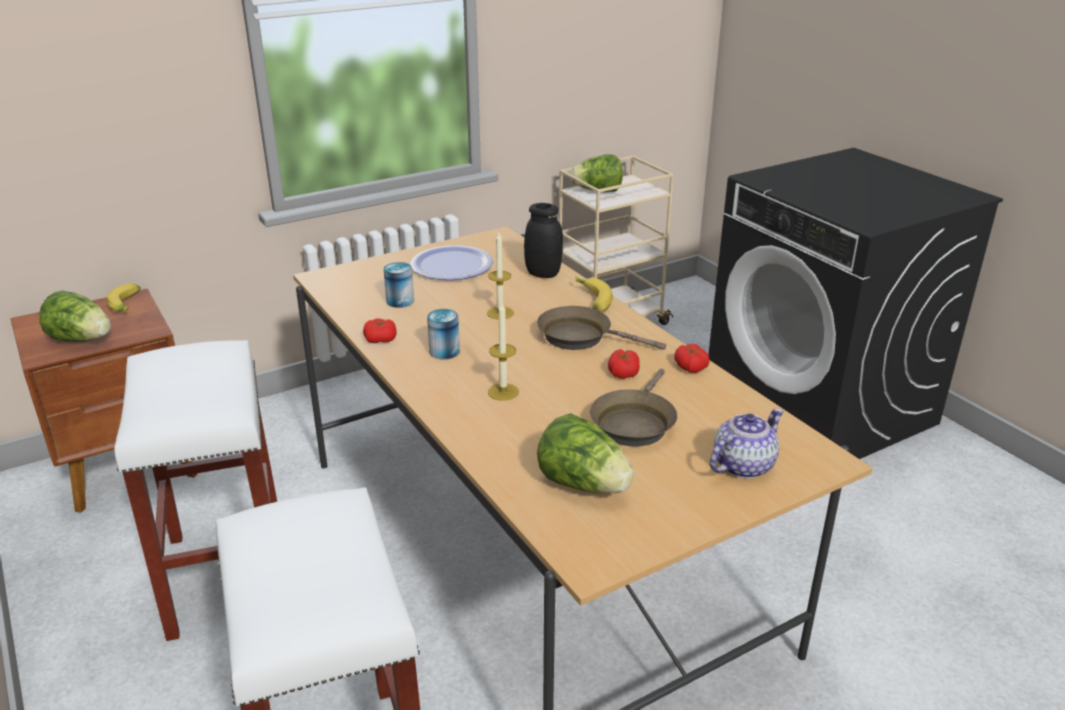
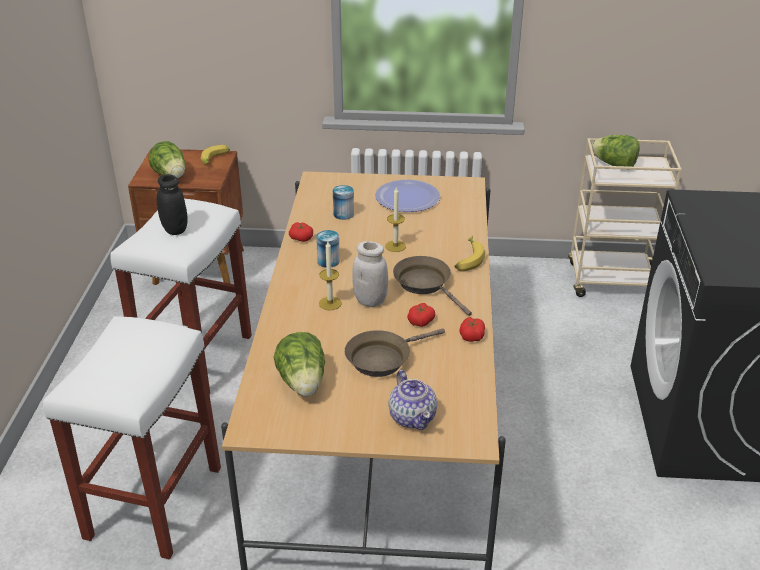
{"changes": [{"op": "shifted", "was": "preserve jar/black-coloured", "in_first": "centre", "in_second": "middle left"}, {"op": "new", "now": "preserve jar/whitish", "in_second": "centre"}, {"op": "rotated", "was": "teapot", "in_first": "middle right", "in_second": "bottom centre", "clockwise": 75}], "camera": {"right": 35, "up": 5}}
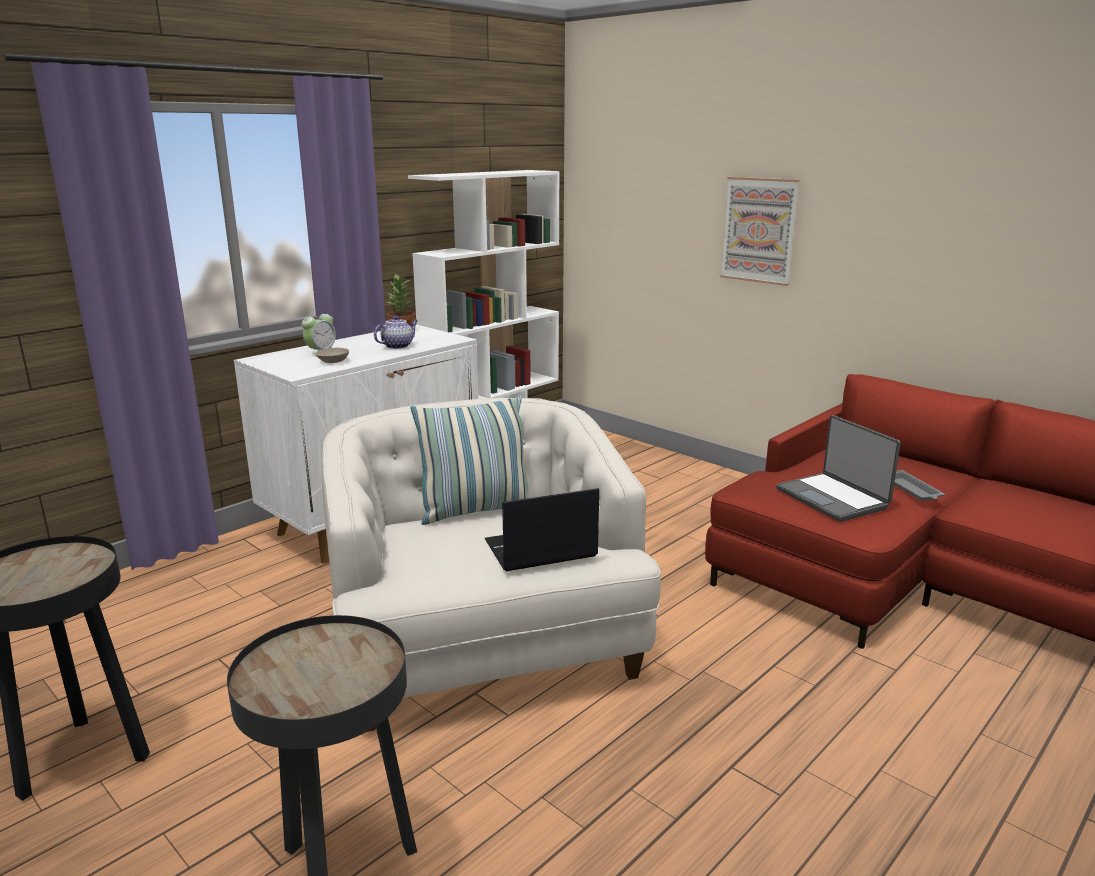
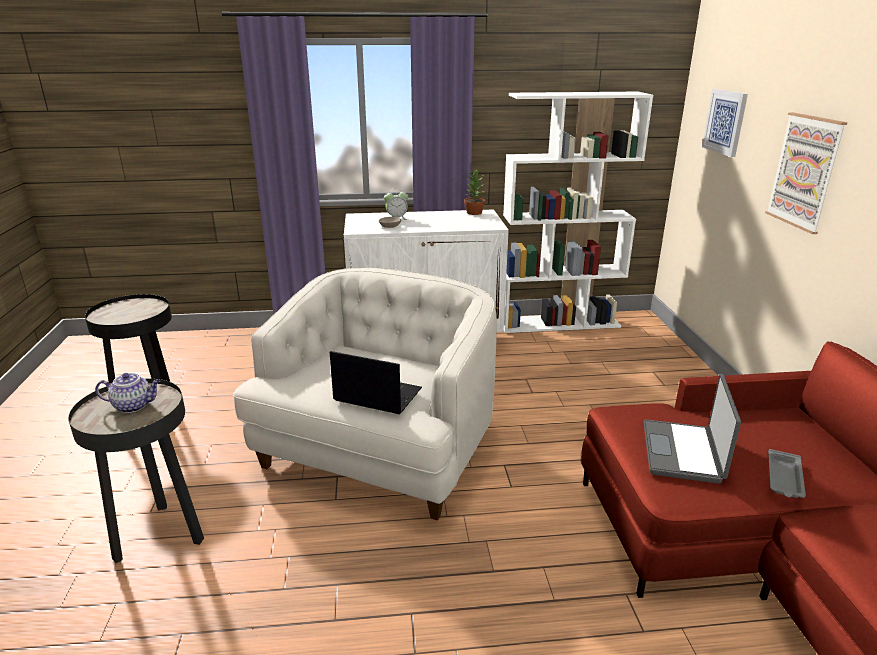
{"changes": [{"op": "shifted", "was": "teapot", "in_first": "centre", "in_second": "middle left"}, {"op": "new", "now": "wall picture (no. 1 from left)", "in_second": "top right"}, {"op": "gone", "was": "throw pillow", "in_first": "centre"}], "camera": {"right": 40, "up": 5}}
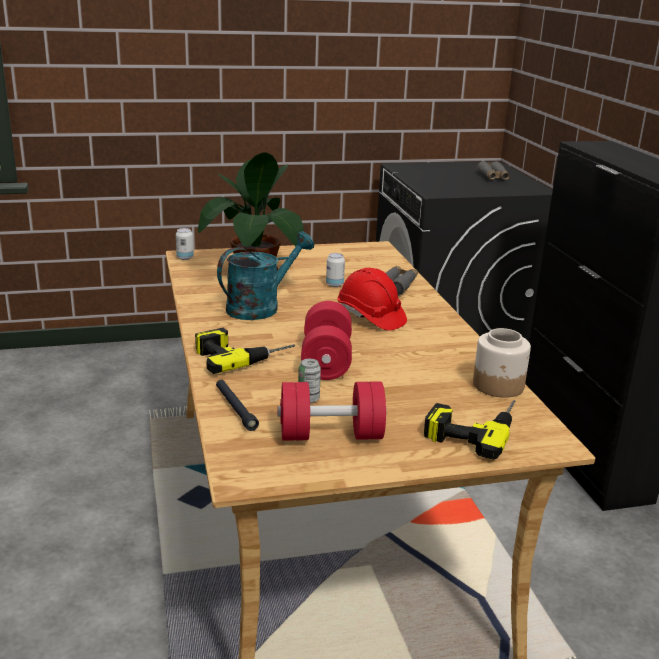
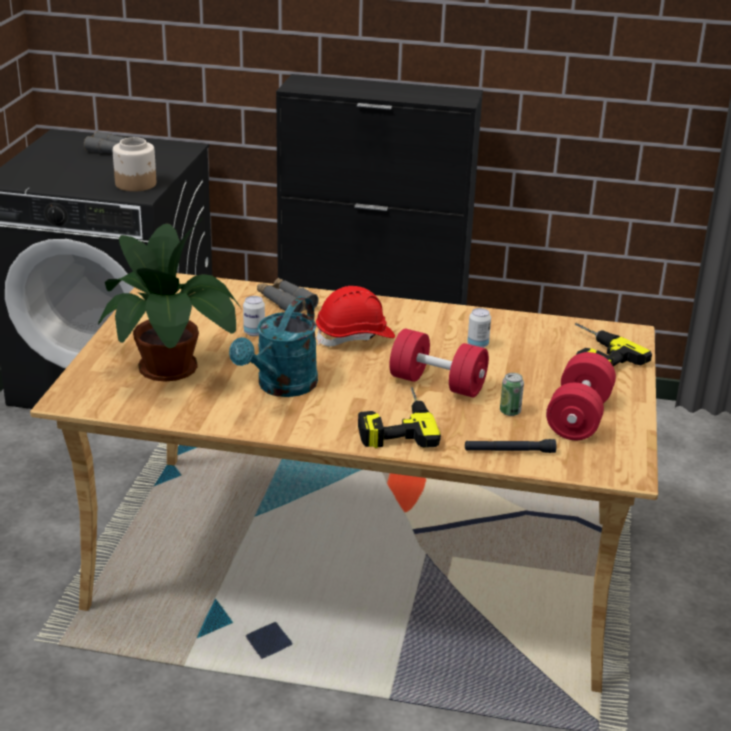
{"changes": [{"op": "shifted", "was": "preserve jar", "in_first": "middle right", "in_second": "top left"}, {"op": "rotated", "was": "sprinkling can/turquoise", "in_first": "centre", "in_second": "centre", "clockwise": -135}, {"op": "shifted", "was": "sealed can (no. 1 from left in the first image)", "now": "sealed can (no. 2 from left)", "in_first": "middle left", "in_second": "centre"}], "camera": {"right": -65, "up": 5}}
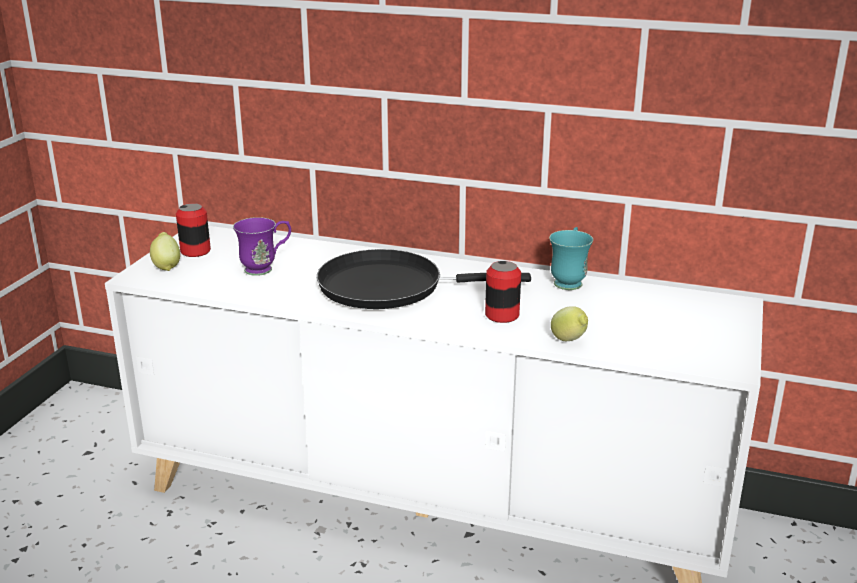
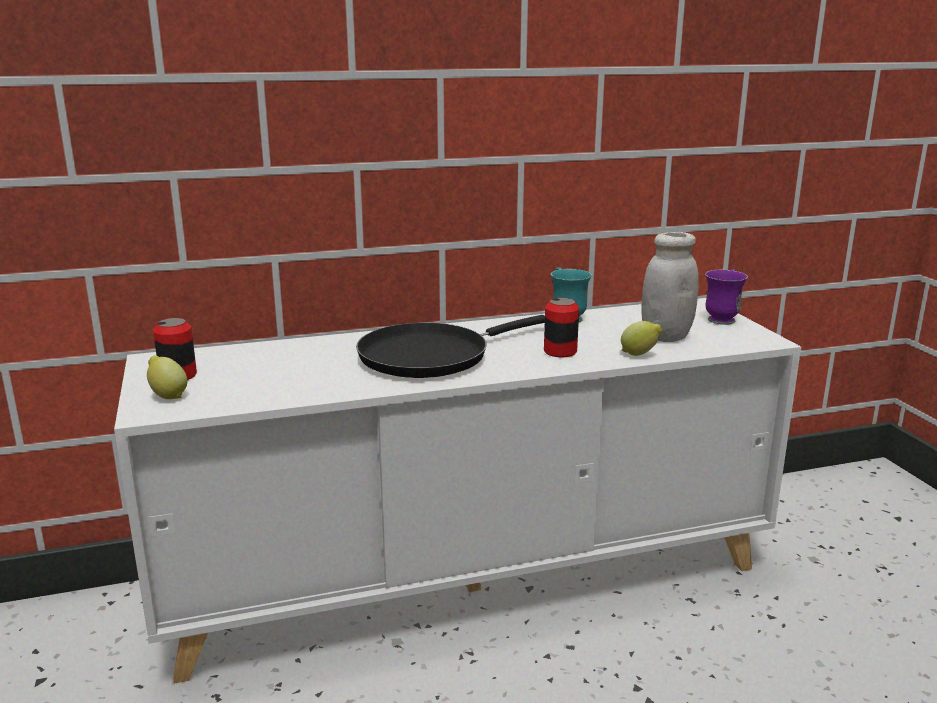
{"changes": [{"op": "new", "now": "preserve jar/whitish", "in_second": "middle right"}, {"op": "shifted", "was": "tea mug/purple", "in_first": "middle left", "in_second": "middle right"}], "camera": {"right": -35, "up": -5}}
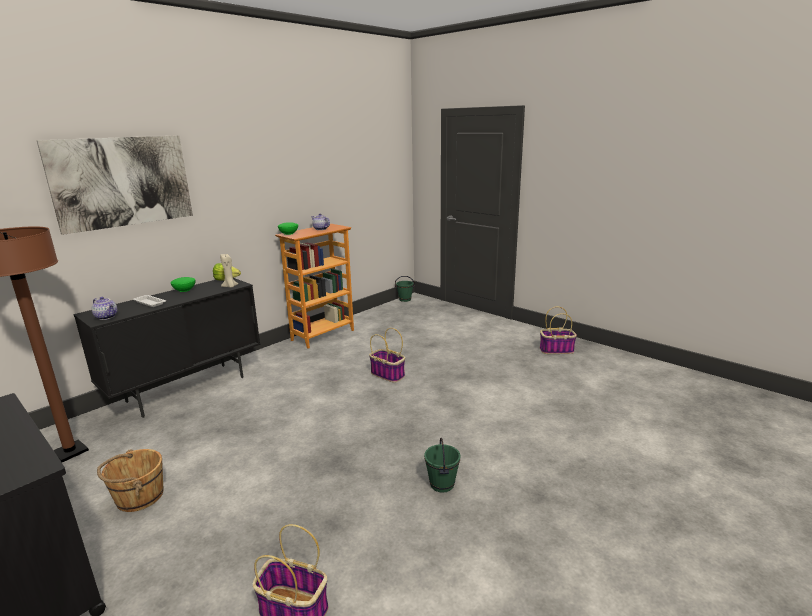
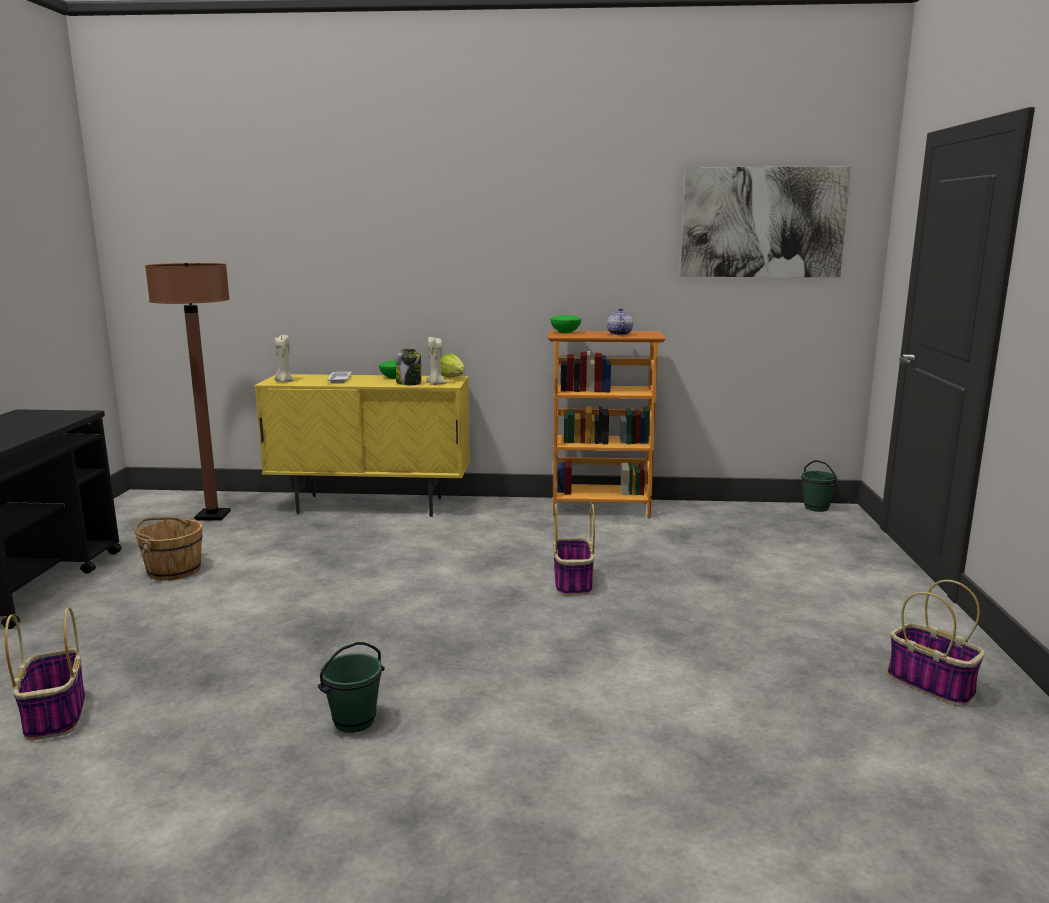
{"changes": [{"op": "repainted", "was": "storage cabinet/black-coloured", "now": "storage cabinet/yellowish", "in_first": "middle left", "in_second": "centre"}, {"op": "swapped", "was": "teapot (no. 1 from left)", "now": "wax candle/sand-coloured (no. 1 from left)", "in_first": "middle left", "in_second": "middle left"}, {"op": "new", "now": "preserve jar", "in_second": "centre"}, {"op": "shifted", "was": "wall picture", "in_first": "top left", "in_second": "top right"}], "camera": {"right": 50, "up": -5}}
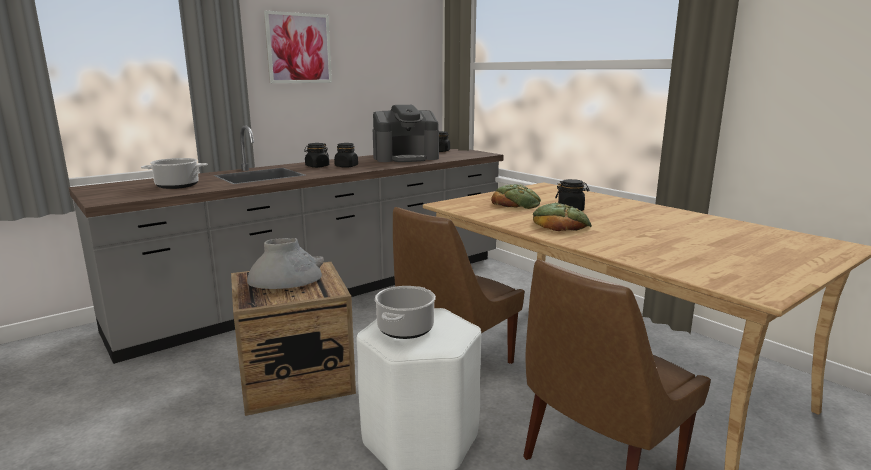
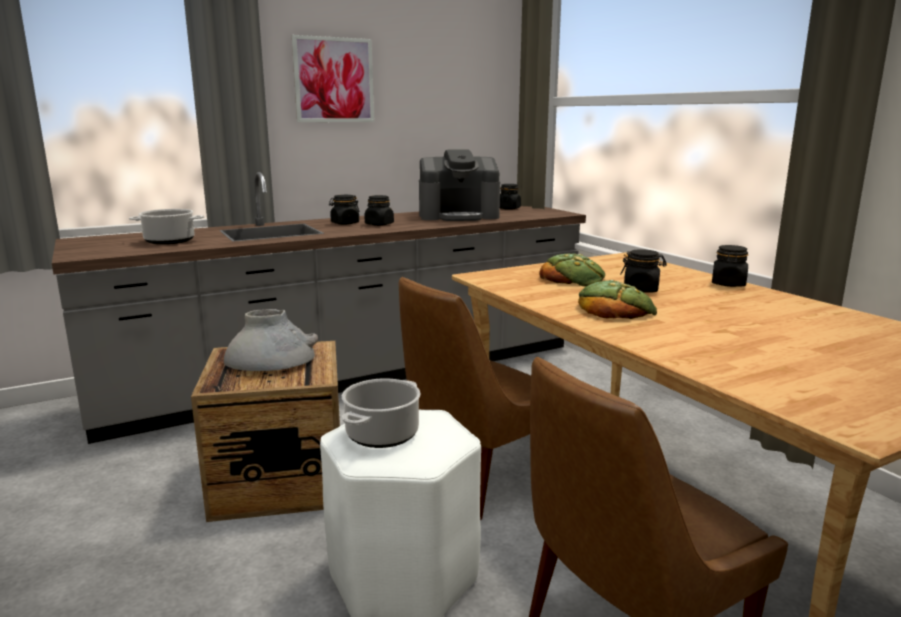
{"changes": [{"op": "new", "now": "preserve jar/black-coloured (no. 5 from left)", "in_second": "middle right"}], "camera": {"right": 10, "up": 0}}
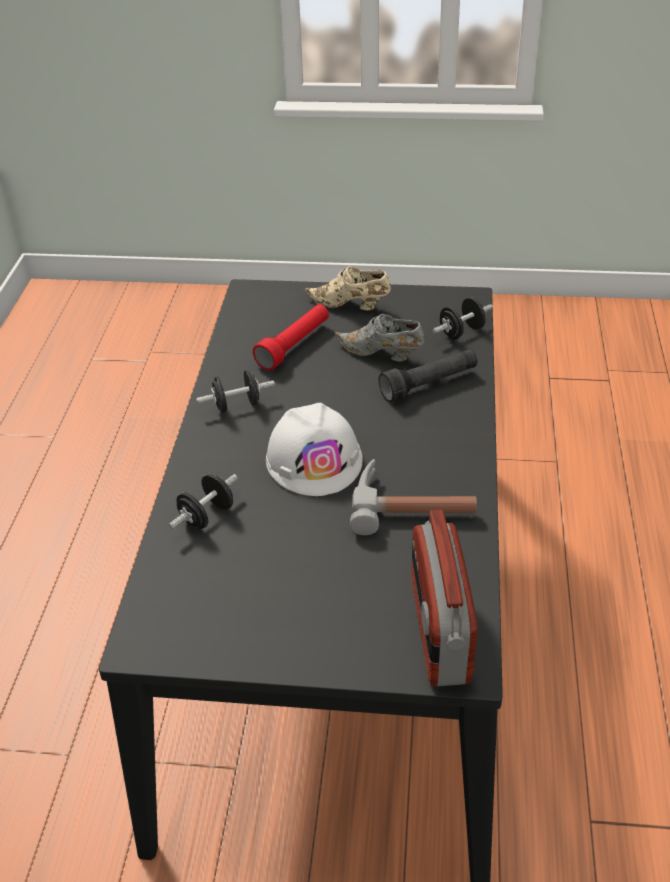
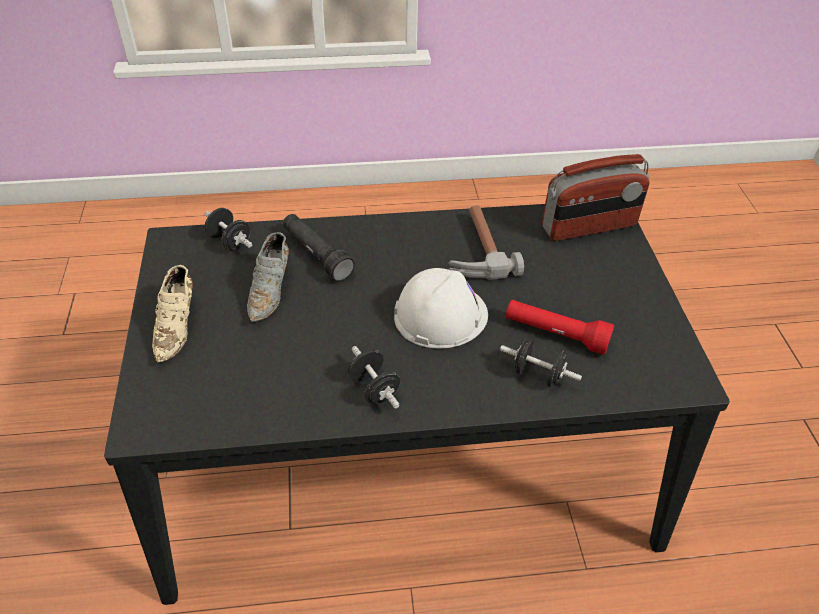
{"changes": [{"op": "shifted", "was": "flashlight/red-coloured", "in_first": "centre", "in_second": "middle right"}], "camera": {"right": -105, "up": 5}}
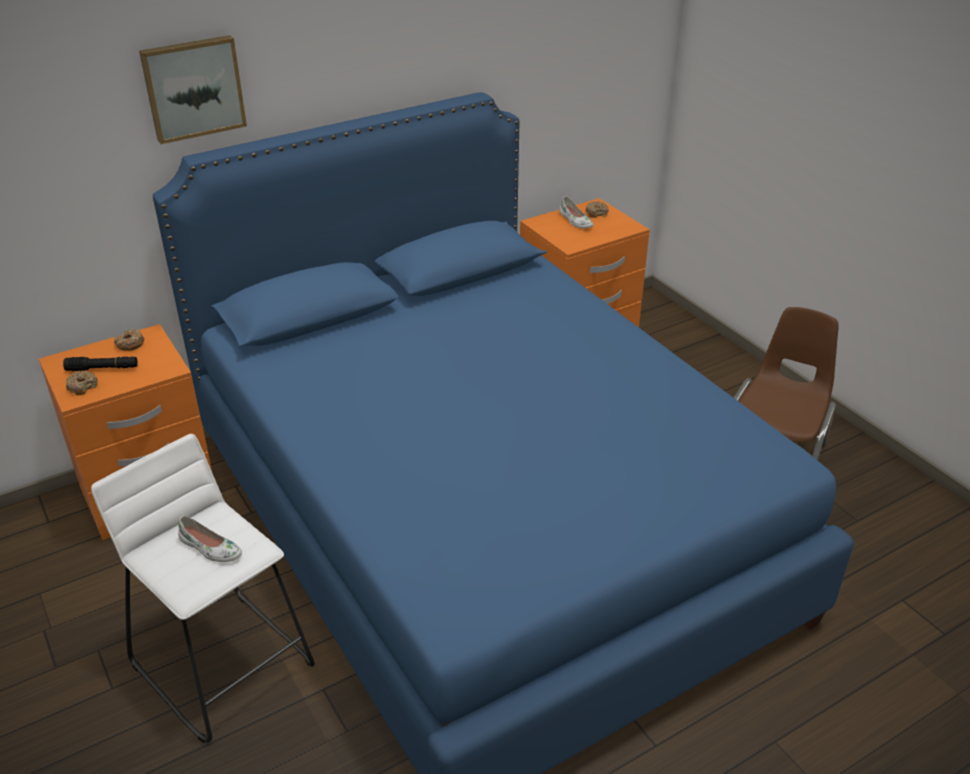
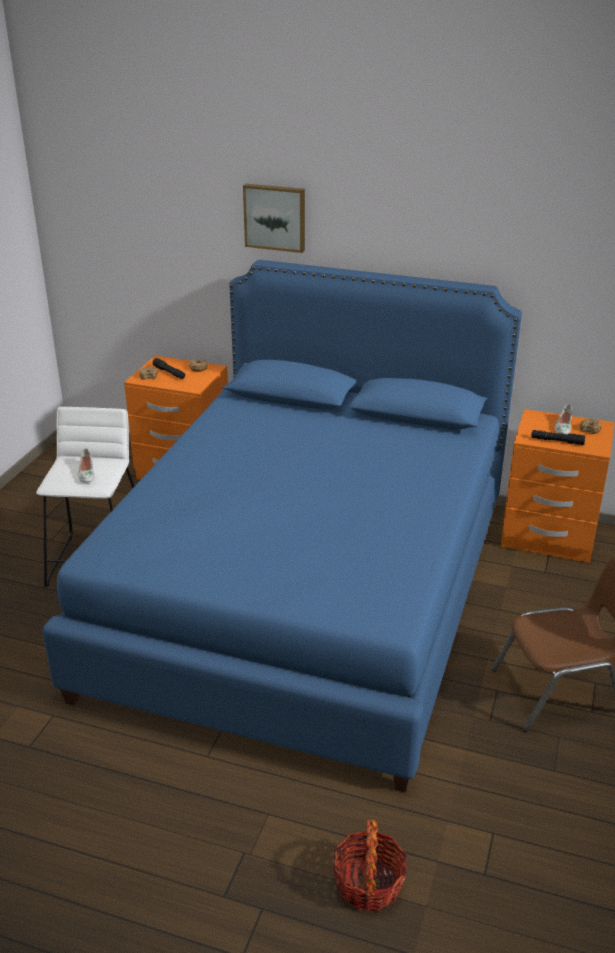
{"changes": [{"op": "new", "now": "storage basket", "in_second": "bottom centre"}, {"op": "new", "now": "flashlight/black-coloured (no. 2 from left)", "in_second": "middle right"}], "camera": {"right": 50, "up": -5}}
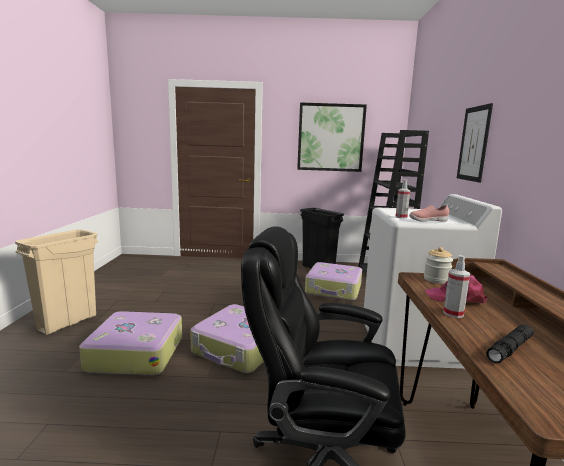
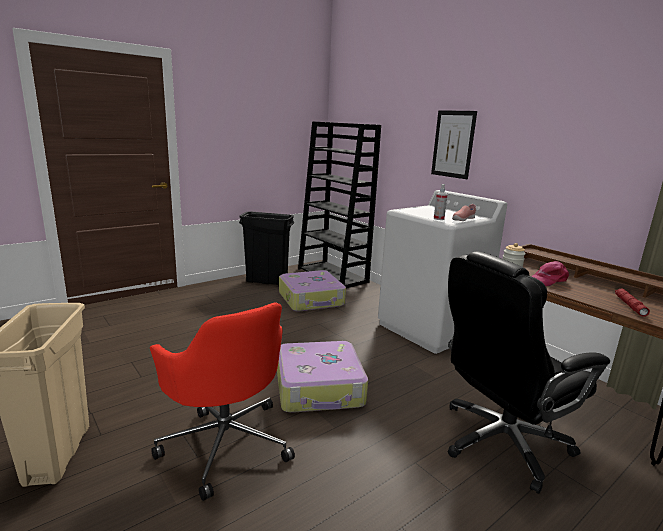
{"changes": [{"op": "swapped", "was": "travel case (no. 1 from left)", "now": "desk chair/red-coloured", "in_first": "bottom left", "in_second": "bottom centre"}, {"op": "repainted", "was": "flashlight/black-coloured", "now": "flashlight/red-coloured", "in_first": "bottom right", "in_second": "middle right"}, {"op": "gone", "was": "wall picture (no. 1 from left)", "in_first": "top centre"}, {"op": "gone", "was": "spray bottle (no. 2 from left)", "in_first": "middle right"}], "camera": {"right": -40, "up": 5}}
